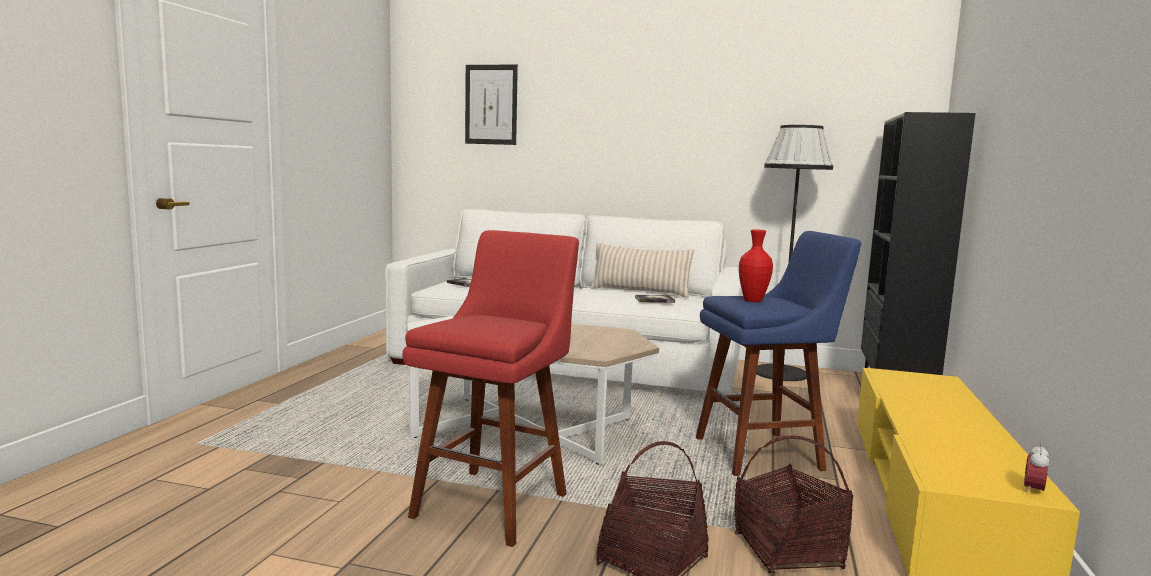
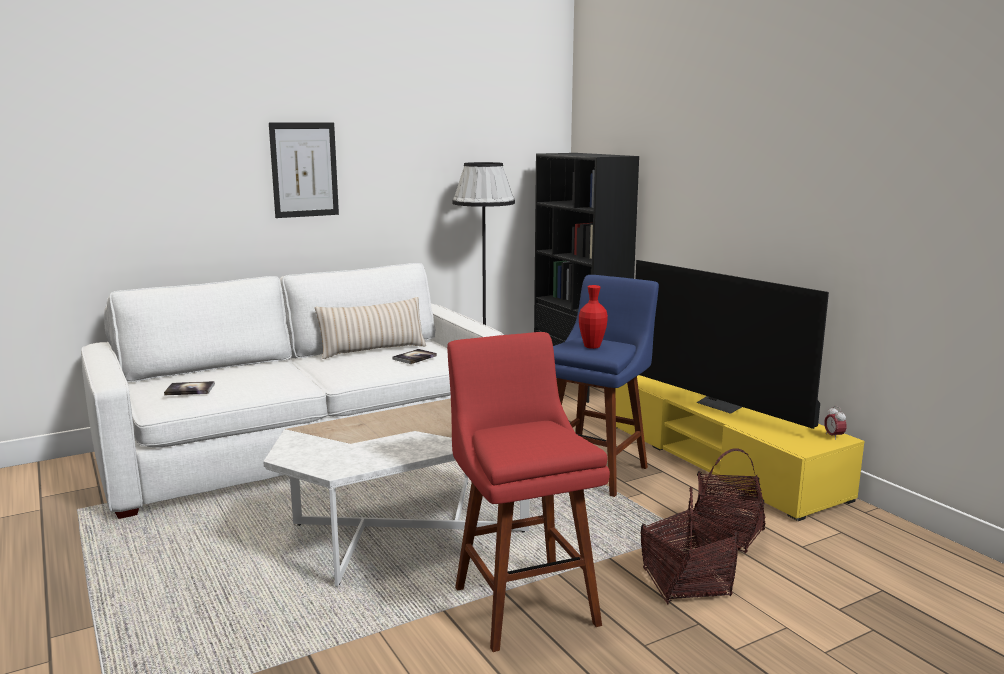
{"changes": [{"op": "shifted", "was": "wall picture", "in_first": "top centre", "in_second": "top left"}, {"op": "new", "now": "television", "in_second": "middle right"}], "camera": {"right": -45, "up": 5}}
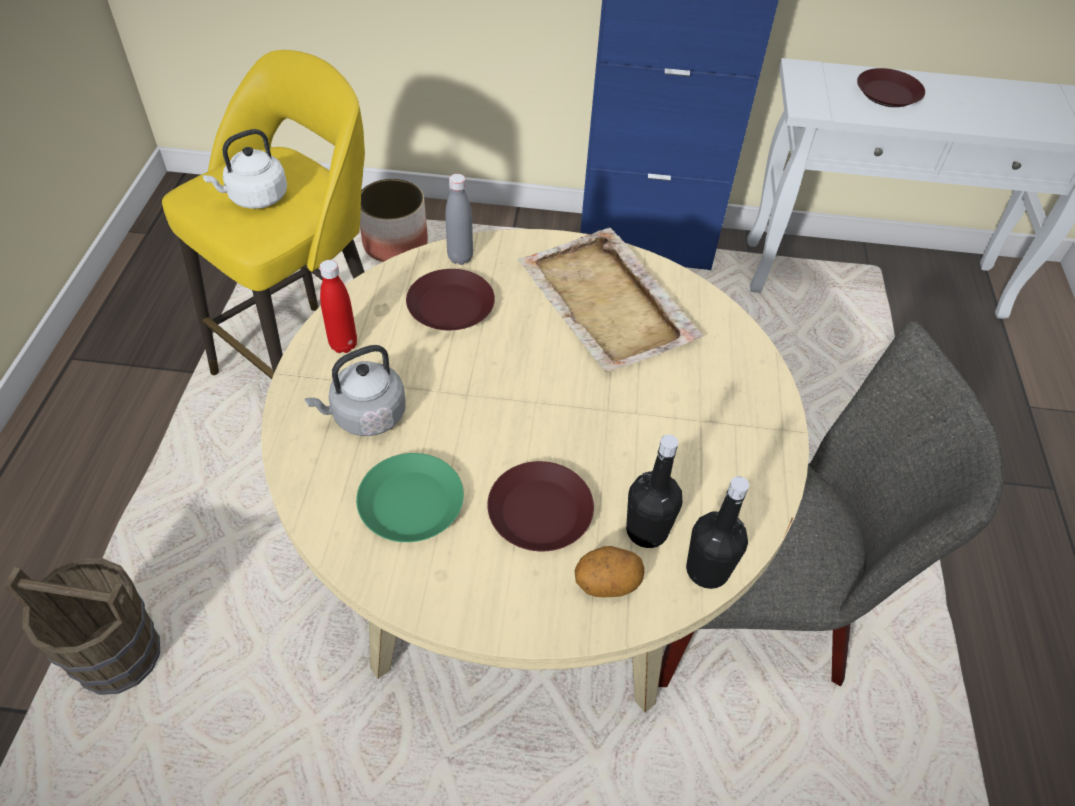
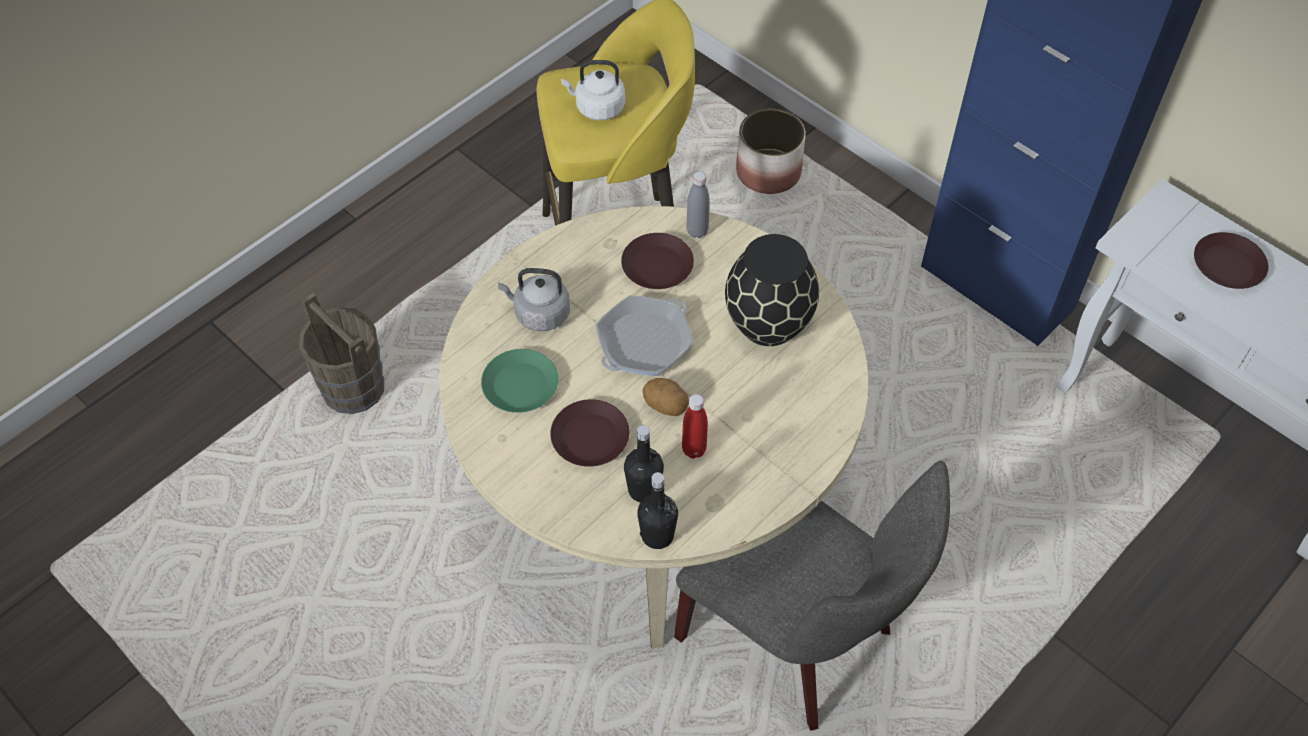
{"changes": [{"op": "new", "now": "pan", "in_second": "centre"}, {"op": "shifted", "was": "potato", "in_first": "bottom centre", "in_second": "centre"}, {"op": "shifted", "was": "bottle/red-coloured", "in_first": "middle left", "in_second": "centre"}, {"op": "swapped", "was": "carrying tray/sand-coloured", "now": "flower vase/black-coloured", "in_first": "centre", "in_second": "centre"}], "camera": {"right": 40, "up": 5}}
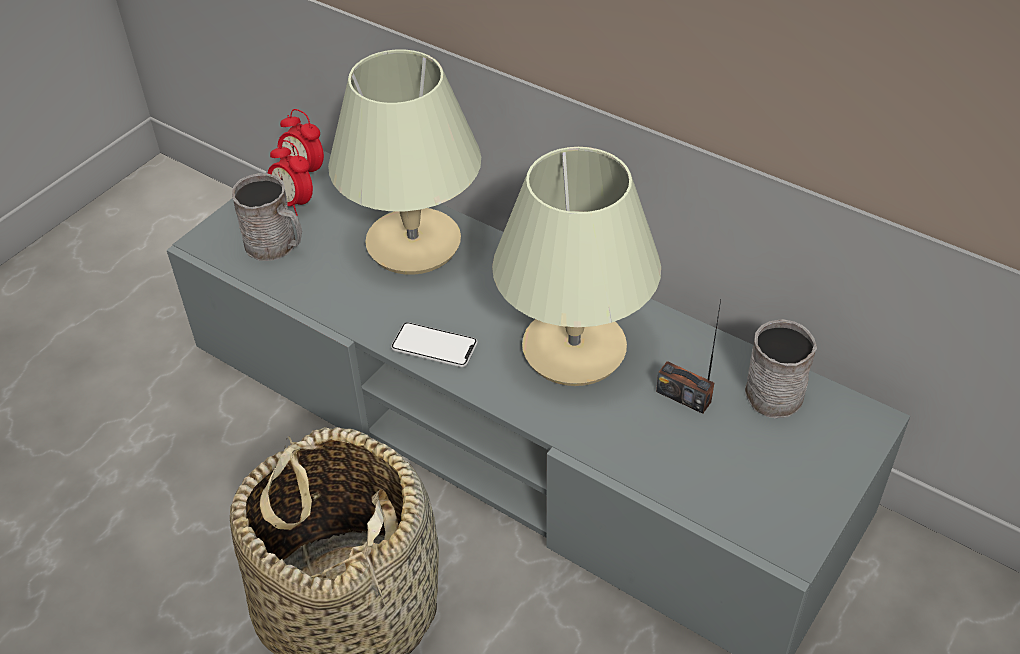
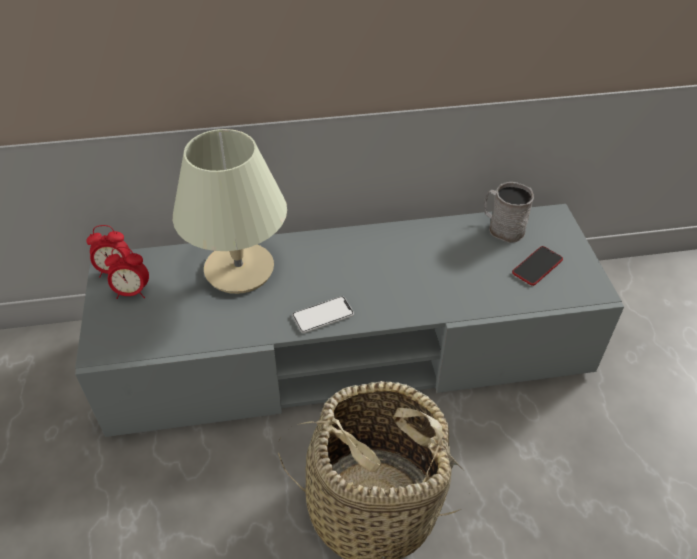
{"changes": [{"op": "new", "now": "telephone (no. 2 from left)", "in_second": "middle right"}, {"op": "gone", "was": "tea mug/grey (no. 1 from left)", "in_first": "top left"}, {"op": "gone", "was": "tabletop lamp/sand-coloured (no. 2 from left)", "in_first": "centre"}, {"op": "gone", "was": "radio set", "in_first": "middle right"}], "camera": {"right": -45, "up": 0}}
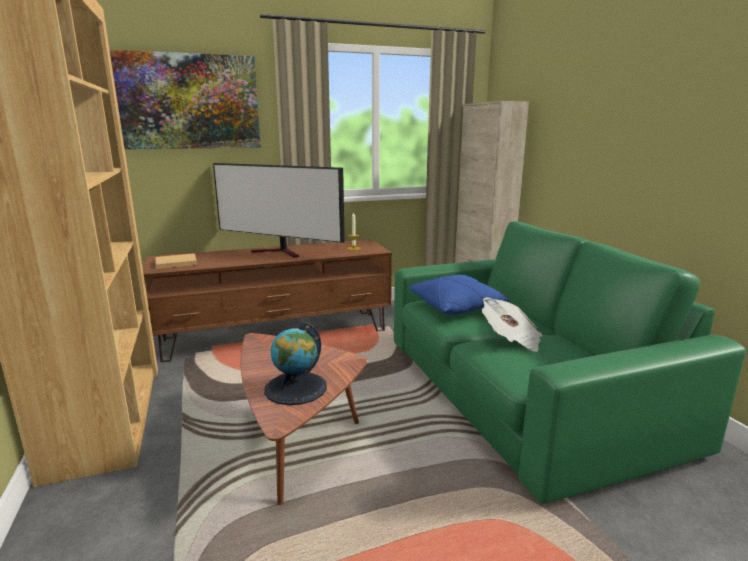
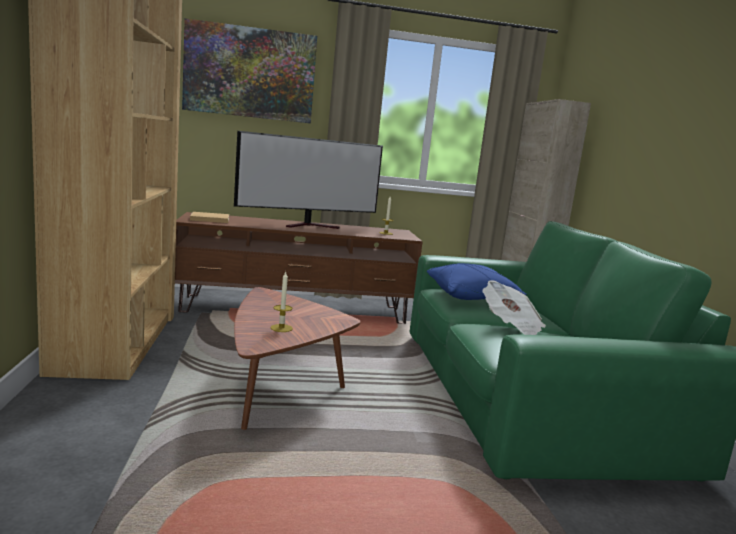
{"changes": [{"op": "rotated", "was": "television", "in_first": "centre", "in_second": "centre", "clockwise": -60}, {"op": "swapped", "was": "world globe", "now": "wax candle (no. 1 from left)", "in_first": "centre", "in_second": "centre"}], "camera": {"right": 10, "up": -5}}
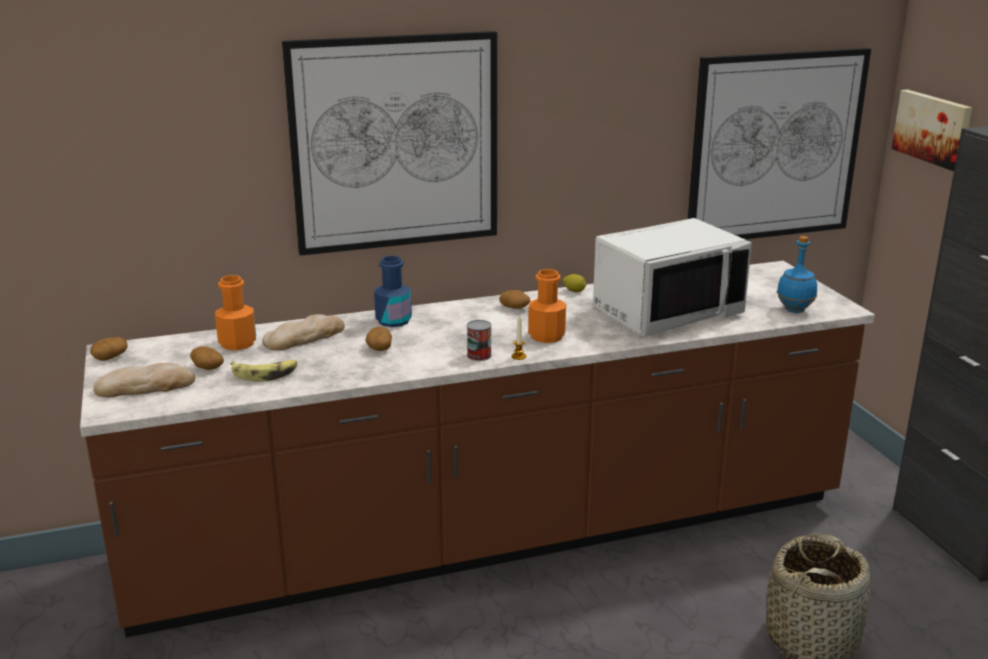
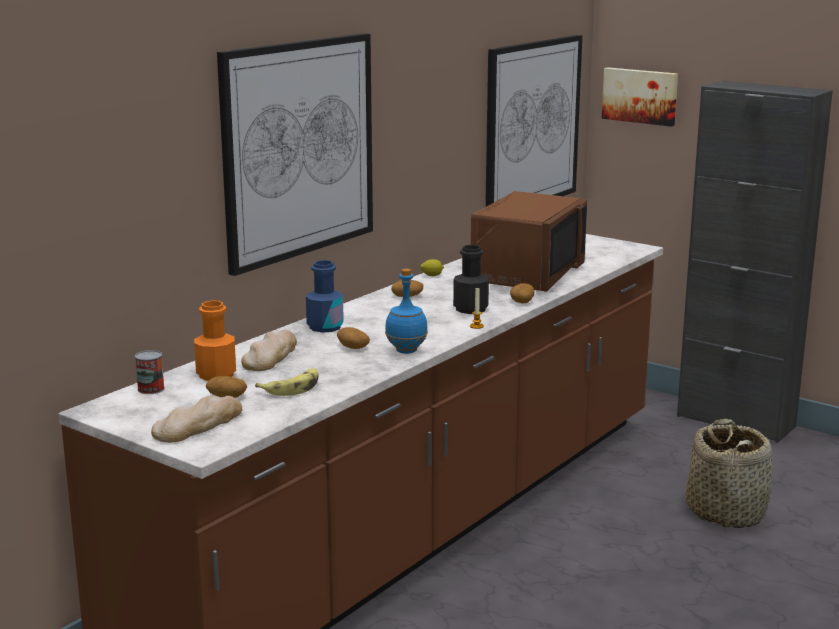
{"changes": [{"op": "shifted", "was": "sealed can", "in_first": "centre", "in_second": "middle left"}, {"op": "shifted", "was": "bottle/bluish (no. 2 from left)", "in_first": "middle right", "in_second": "centre"}, {"op": "repainted", "was": "bottle/orange (no. 2 from left)", "now": "bottle/black-coloured", "in_first": "centre", "in_second": "centre"}, {"op": "repainted", "was": "microwave oven/whitish", "now": "microwave oven/brownish", "in_first": "middle right", "in_second": "centre"}, {"op": "shifted", "was": "potato (no. 1 from left in the first image)", "now": "potato (no. 4 from left)", "in_first": "middle left", "in_second": "centre"}], "camera": {"right": -35, "up": -5}}
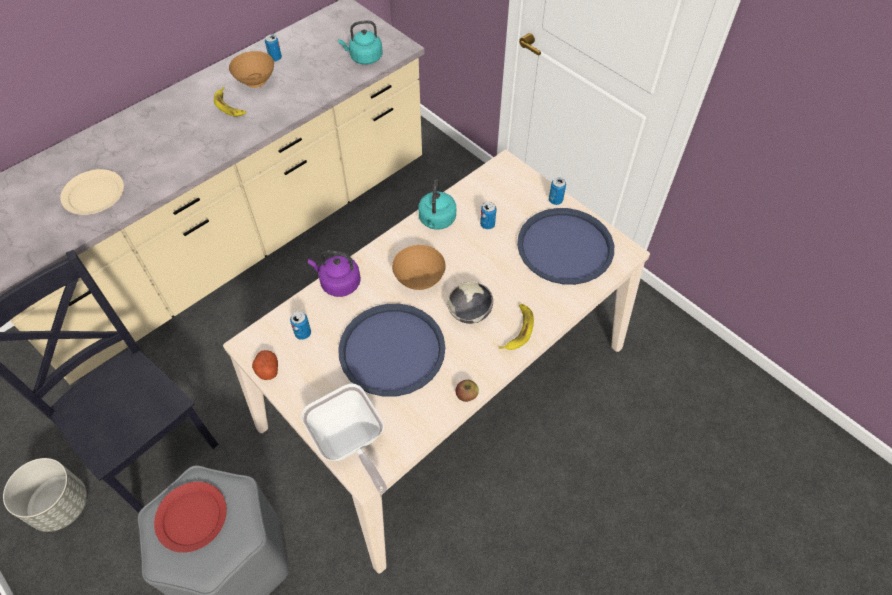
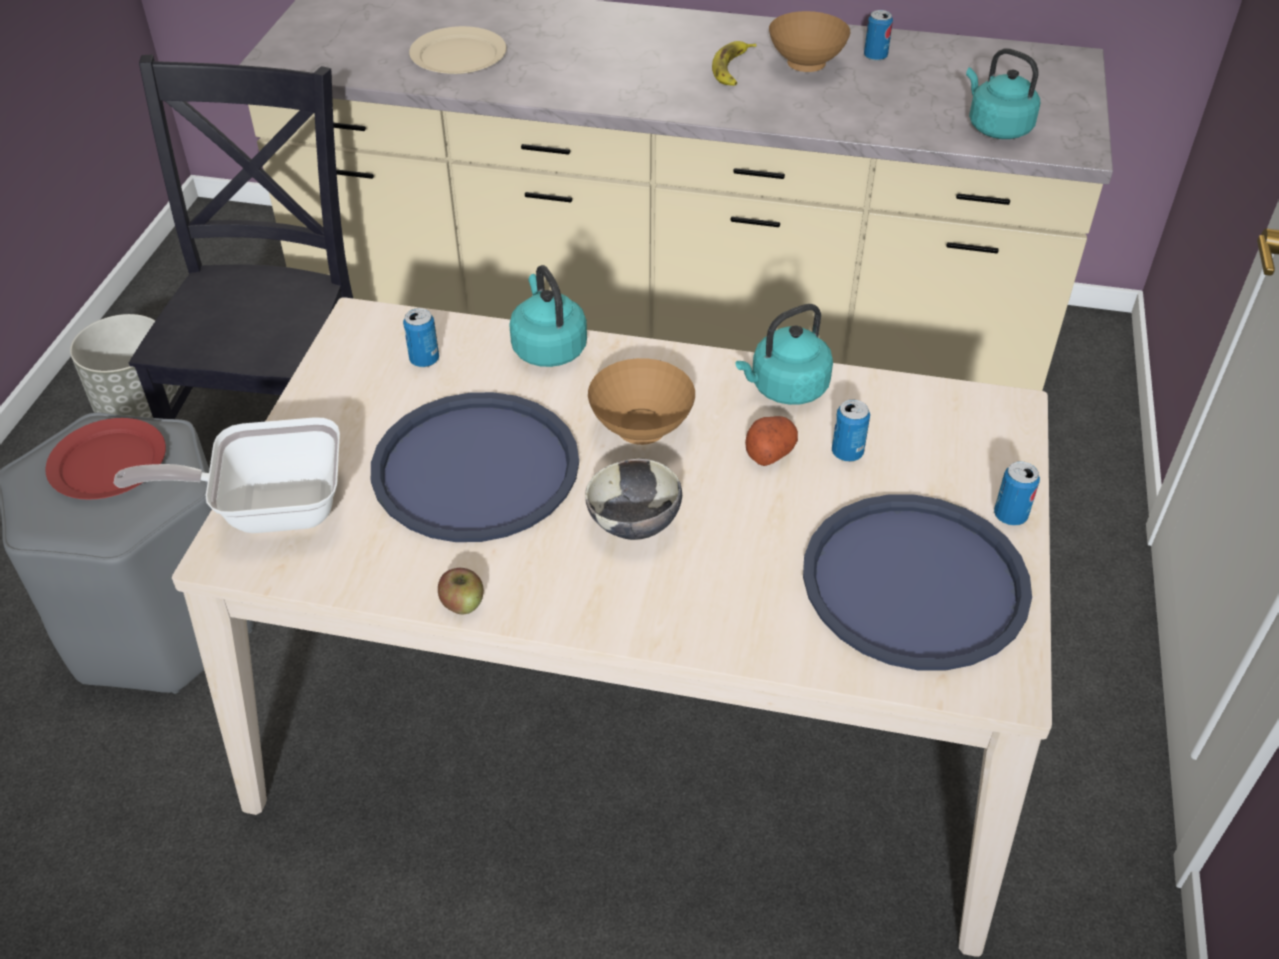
{"changes": [{"op": "rotated", "was": "pan", "in_first": "bottom centre", "in_second": "middle left", "clockwise": 60}, {"op": "repainted", "was": "tea kettle/purple", "now": "tea kettle/turquoise (no. 1 from left)", "in_first": "centre", "in_second": "top centre"}, {"op": "shifted", "was": "potato", "in_first": "middle left", "in_second": "centre"}, {"op": "gone", "was": "banana (no. 2 from left)", "in_first": "centre"}], "camera": {"right": 55, "up": -10}}
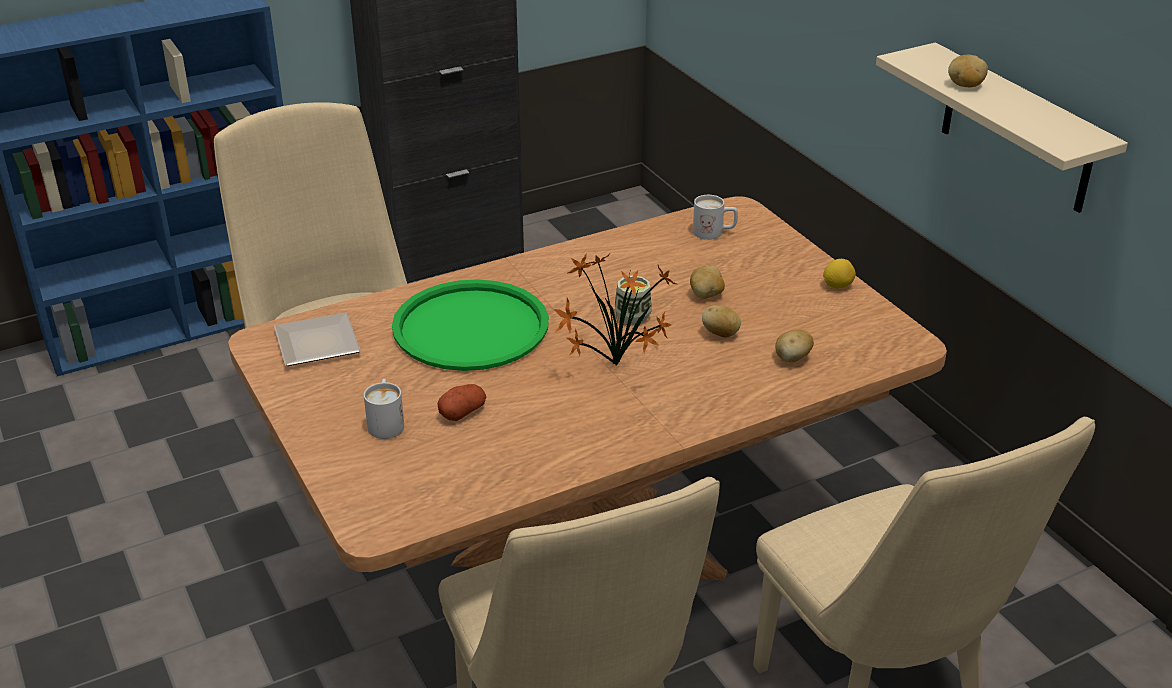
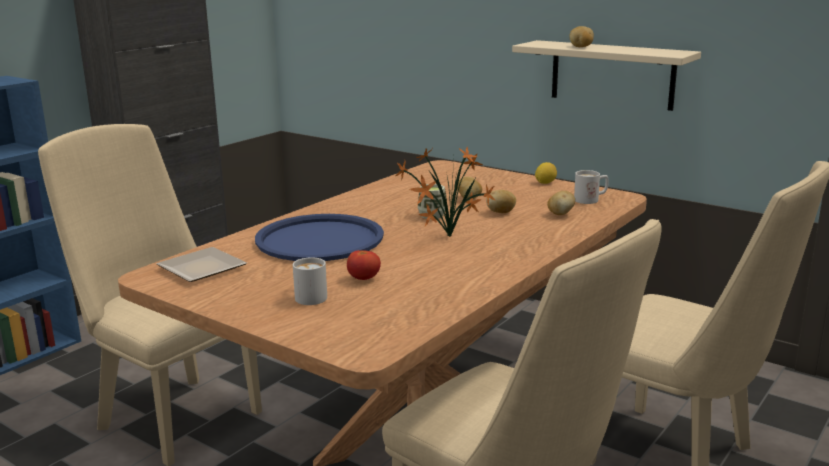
{"changes": [{"op": "repainted", "was": "carrying tray/green", "now": "carrying tray/bluish", "in_first": "centre", "in_second": "centre"}, {"op": "swapped", "was": "potato (no. 1 from left)", "now": "tomato", "in_first": "centre", "in_second": "centre"}, {"op": "shifted", "was": "tea mug/whitish (no. 2 from left)", "in_first": "top centre", "in_second": "middle right"}], "camera": {"right": -25, "up": -15}}
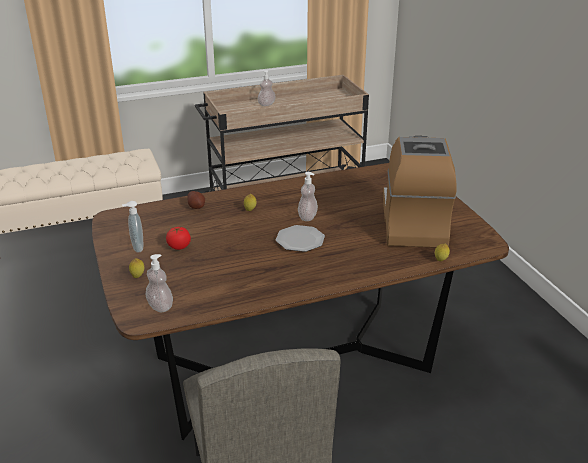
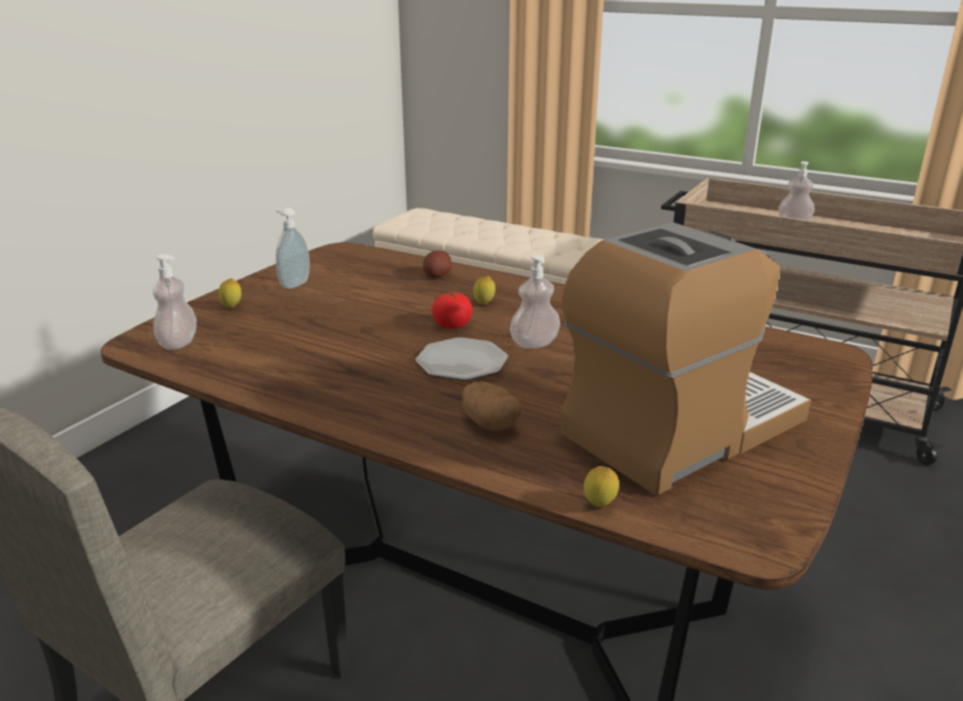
{"changes": [{"op": "shifted", "was": "tomato", "in_first": "middle left", "in_second": "centre"}, {"op": "new", "now": "potato (no. 2 from left)", "in_second": "centre"}], "camera": {"right": 50, "up": -5}}
